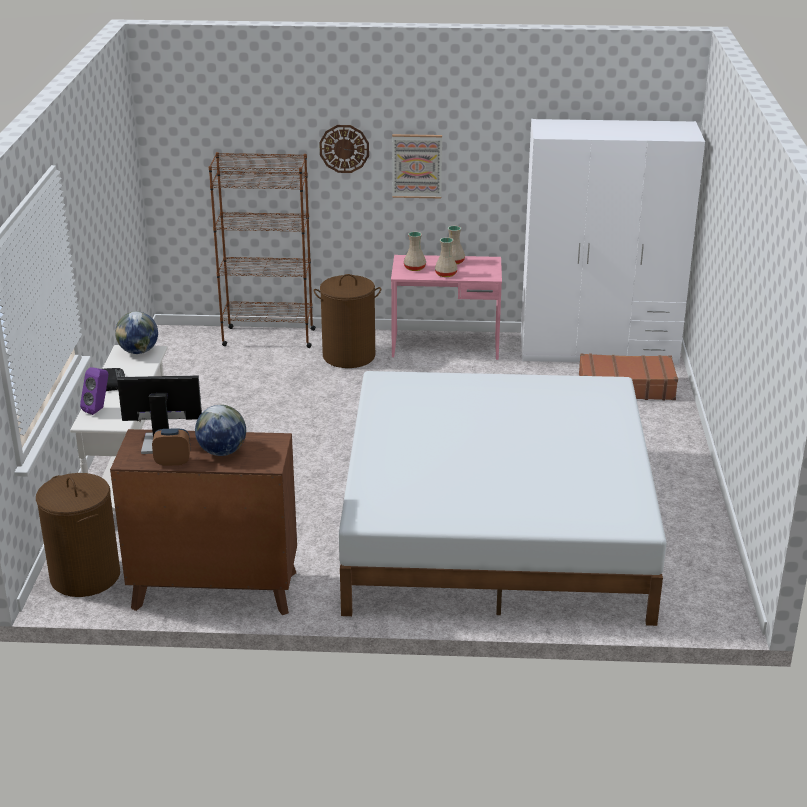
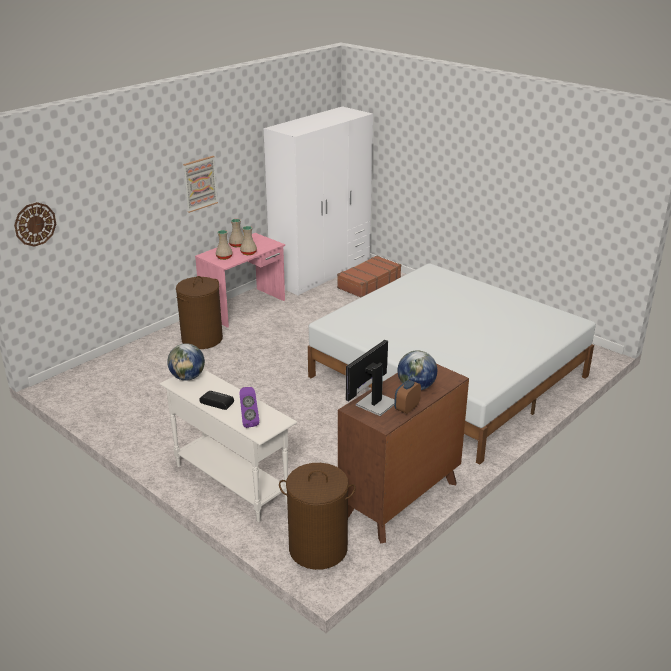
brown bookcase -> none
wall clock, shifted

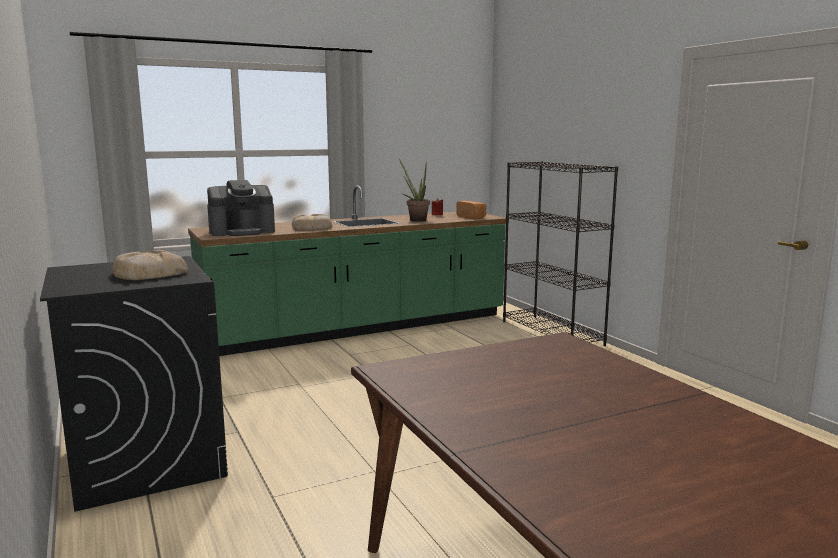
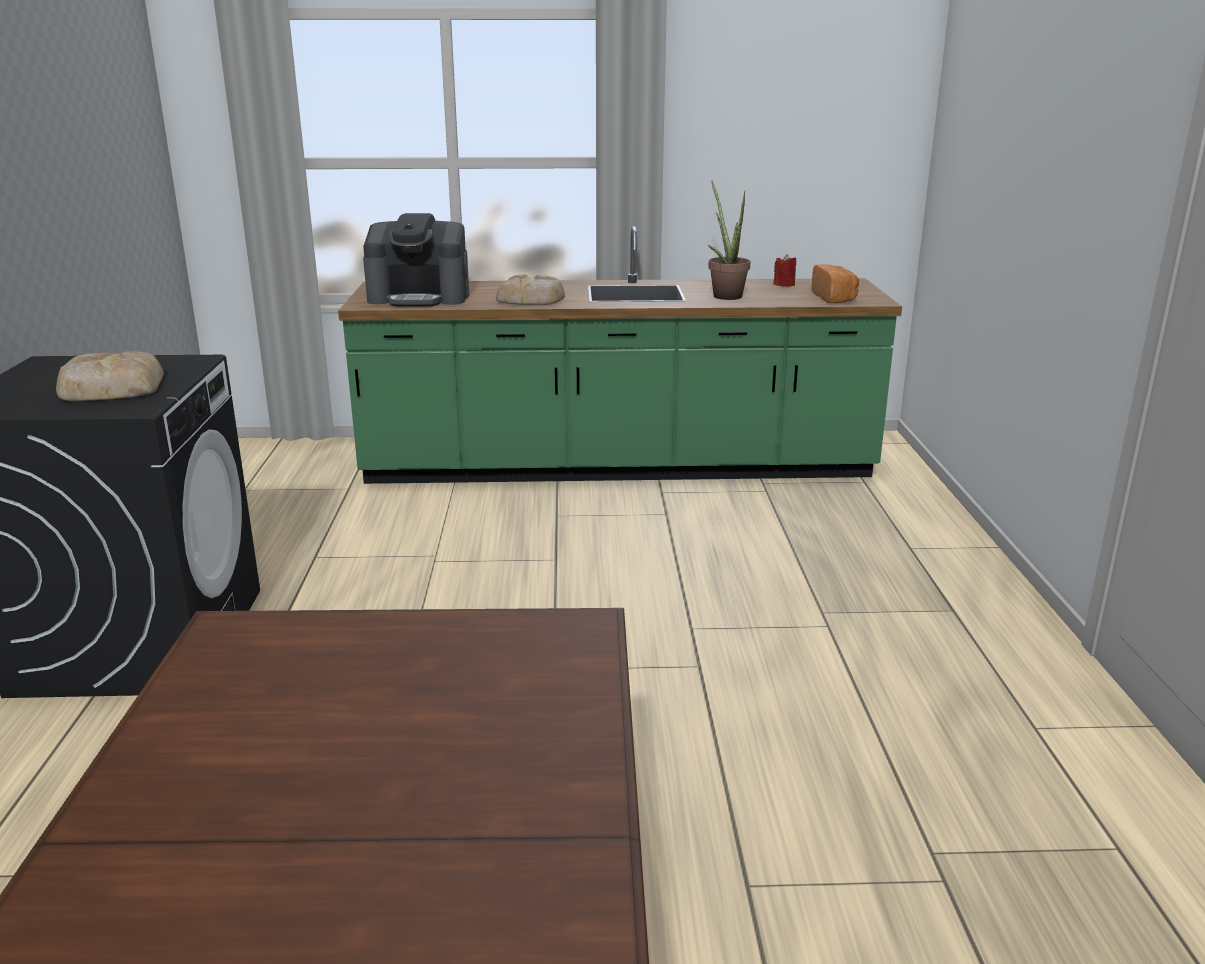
black bookcase -> none

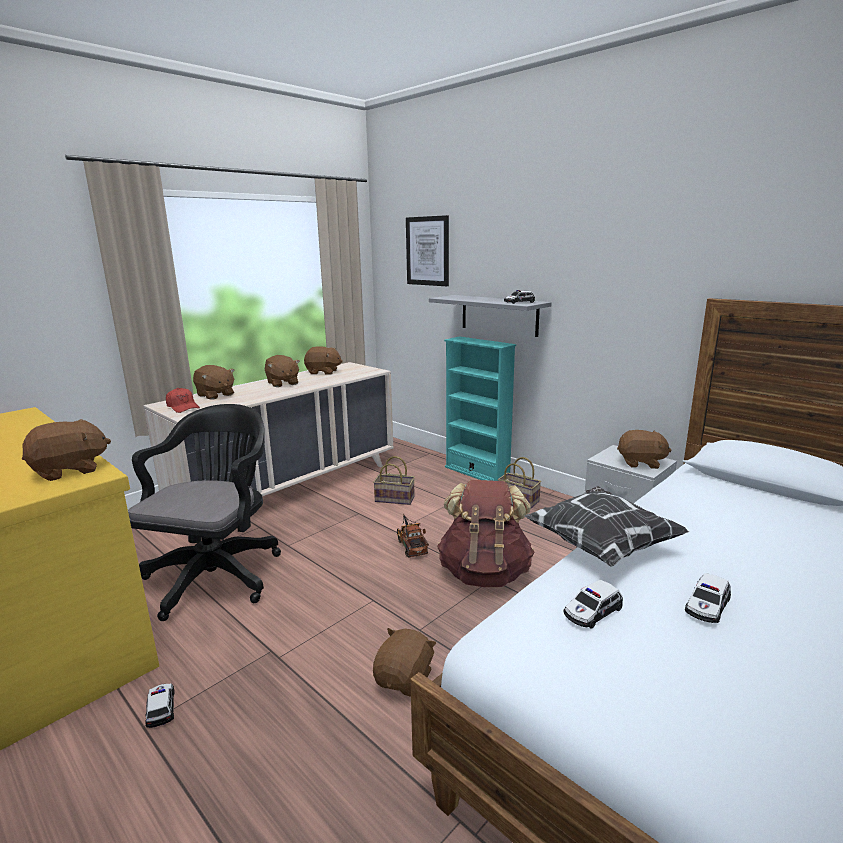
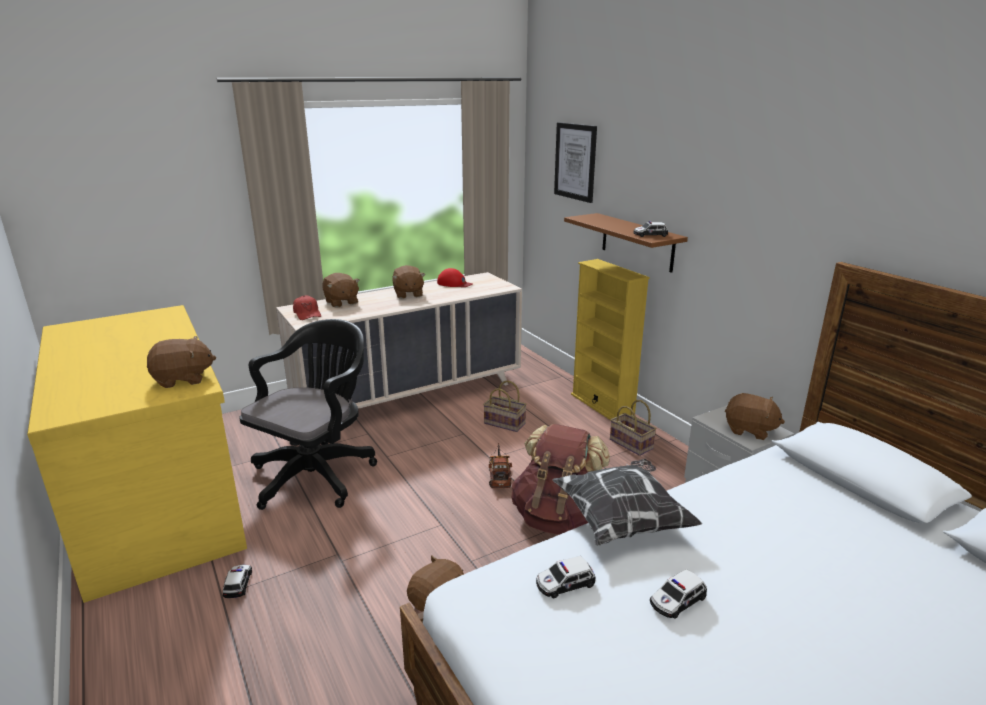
brown plush toy (no. 4 from left) -> red cap (no. 2 from left)
grey shelf -> brown shelf
turquoise bookcase -> yellow bookcase

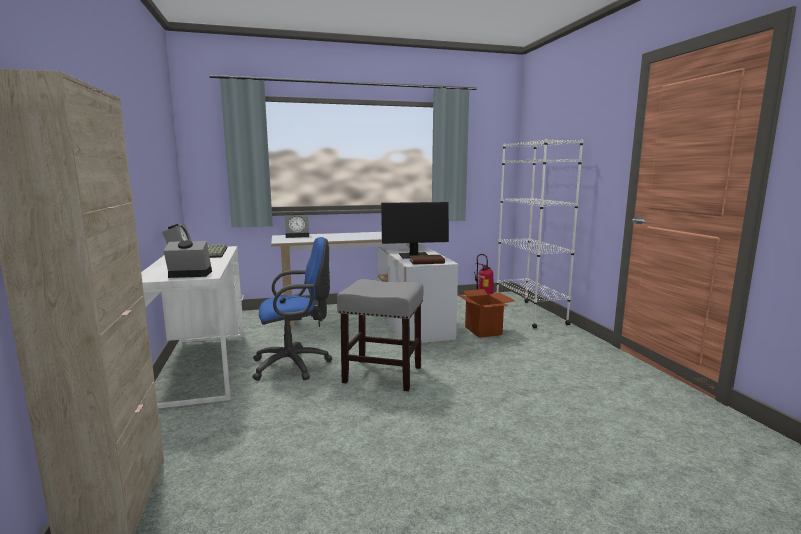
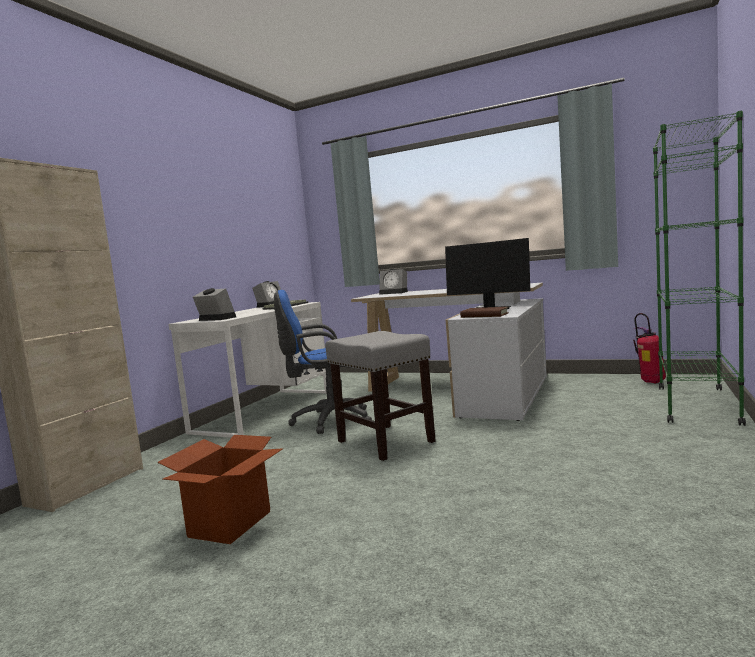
cardboard box, shifted
white bookcase -> green bookcase
blue office chair, 150 degrees clockwise

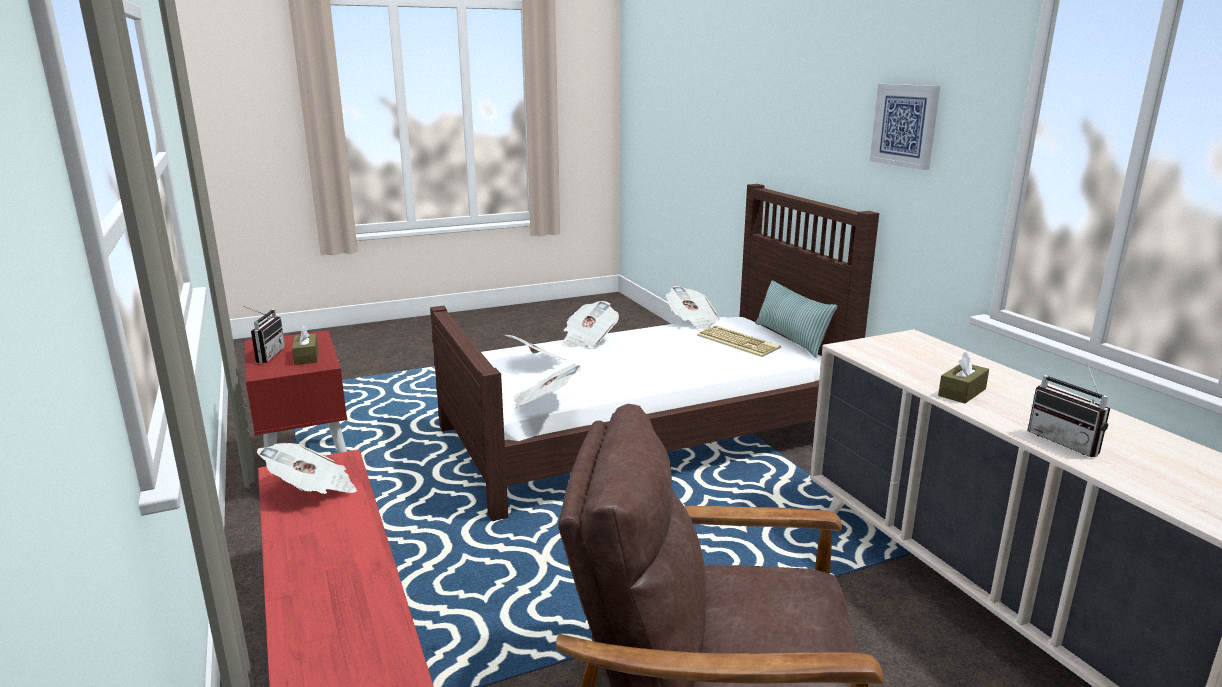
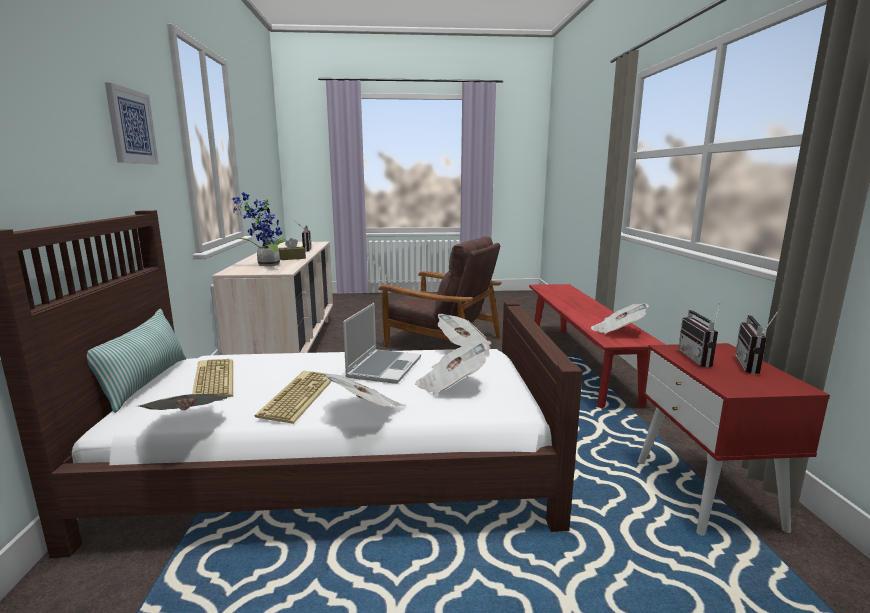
none -> potted plant
none -> keyboard (no. 2 from left)
none -> laptop
brown tissue box (no. 1 from left) -> radio (no. 2 from left)

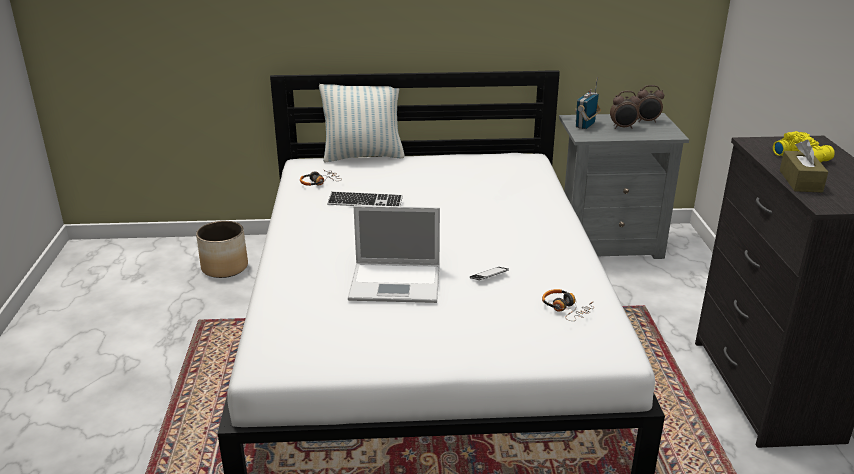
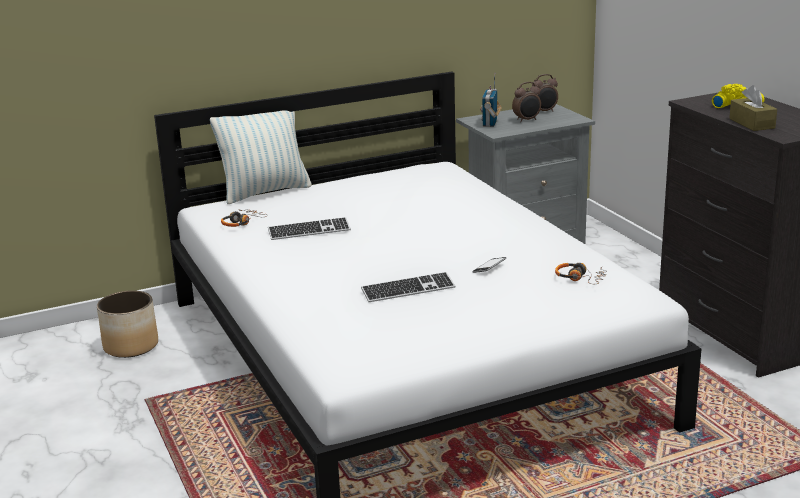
laptop -> keyboard (no. 2 from left)

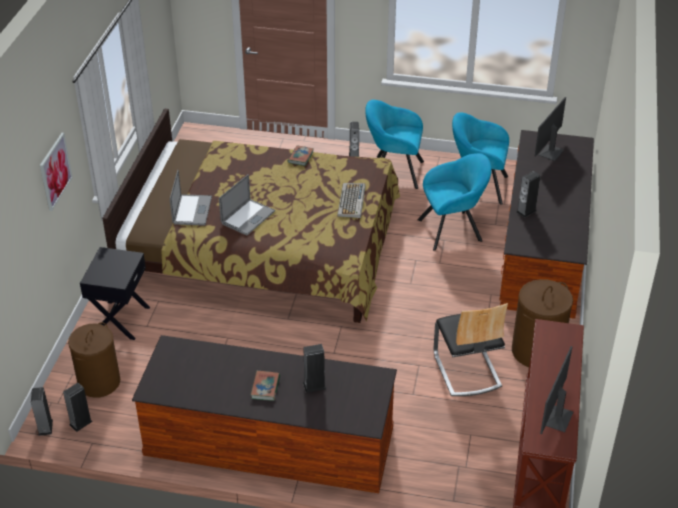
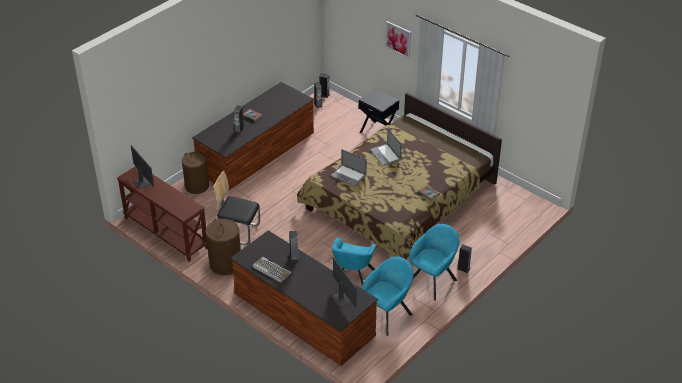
brown laundry basket (no. 1 from left), shifted
laptop (no. 1 from left), shifted
keyboard, shifted

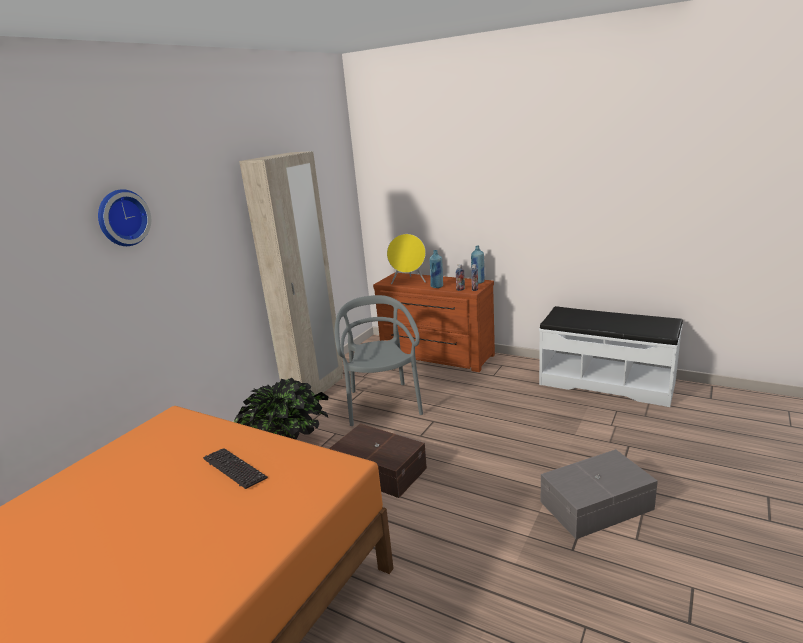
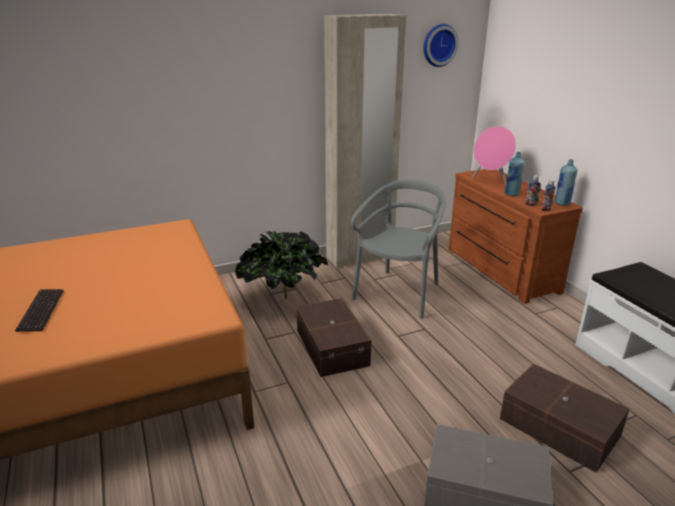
none -> brown storage box (no. 2 from left)
wall clock, shifted
keyboard, shifted
yellow speaker -> pink speaker

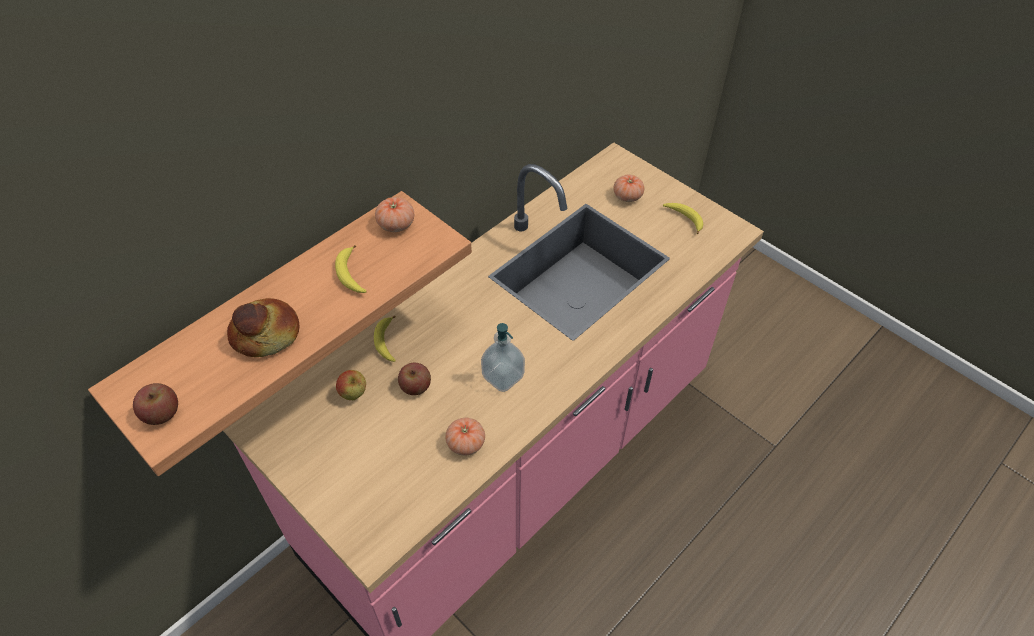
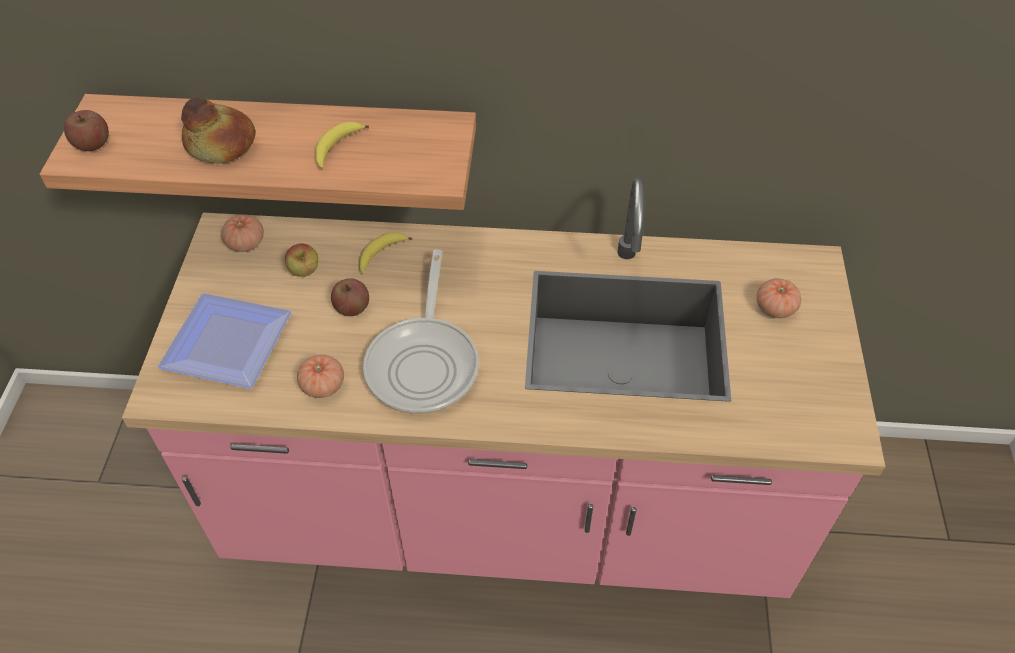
banana (no. 3 from left) -> none
none -> plate
tomato (no. 1 from left), shifted
soap dispenser -> frying pan

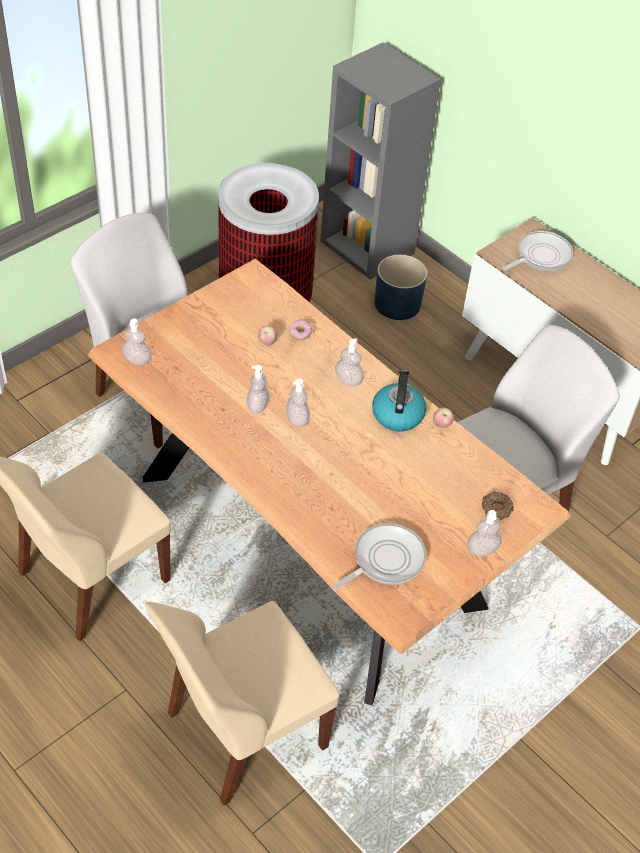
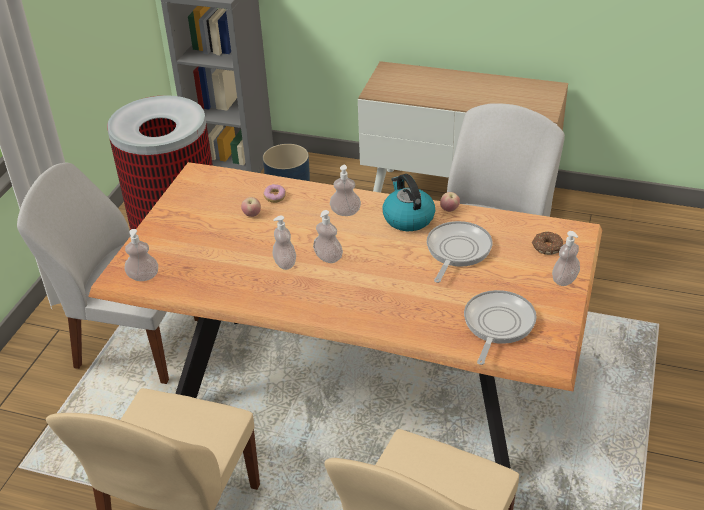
frying pan (no. 2 from left in the first image) -> frying pan (no. 1 from left), shifted

